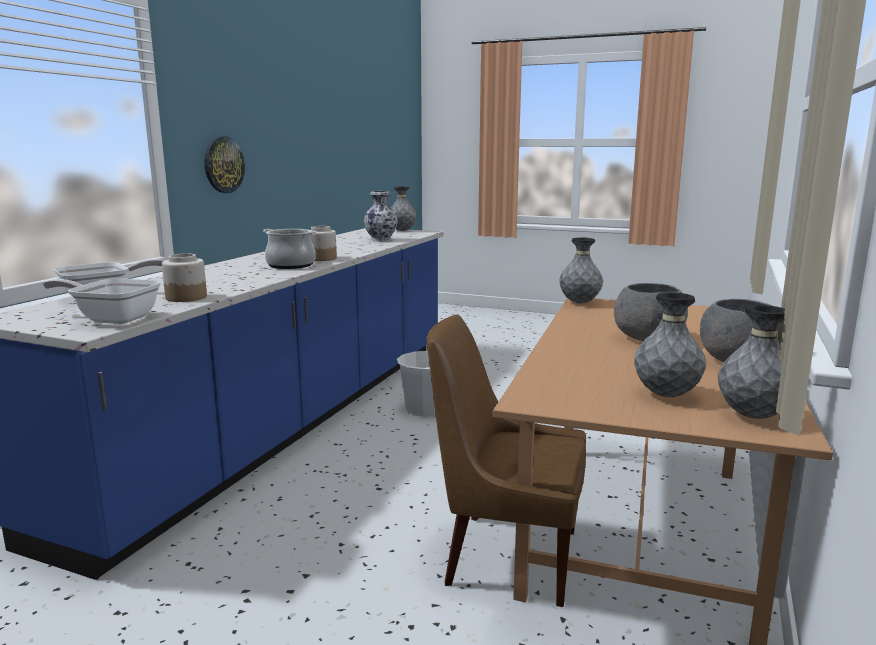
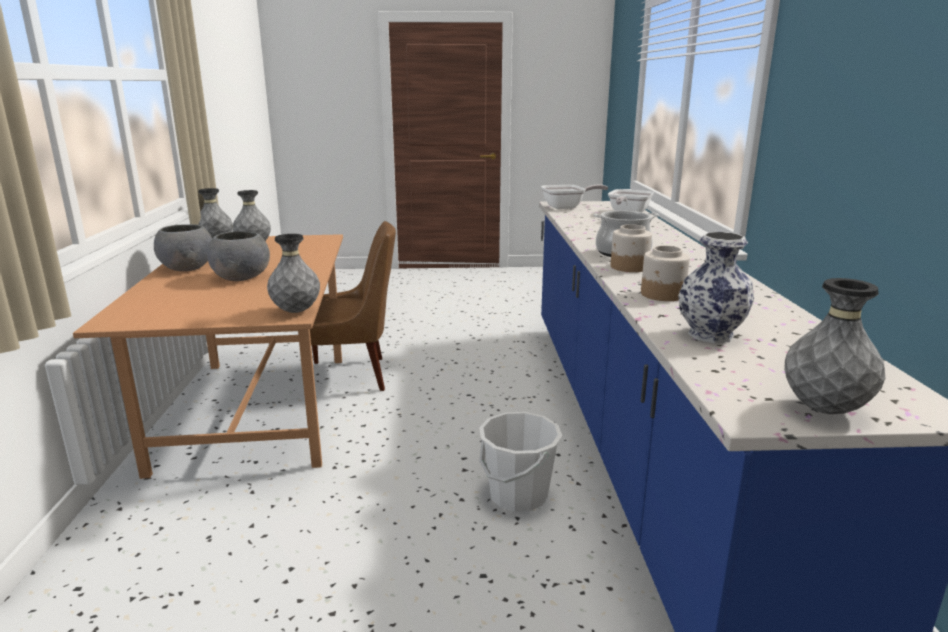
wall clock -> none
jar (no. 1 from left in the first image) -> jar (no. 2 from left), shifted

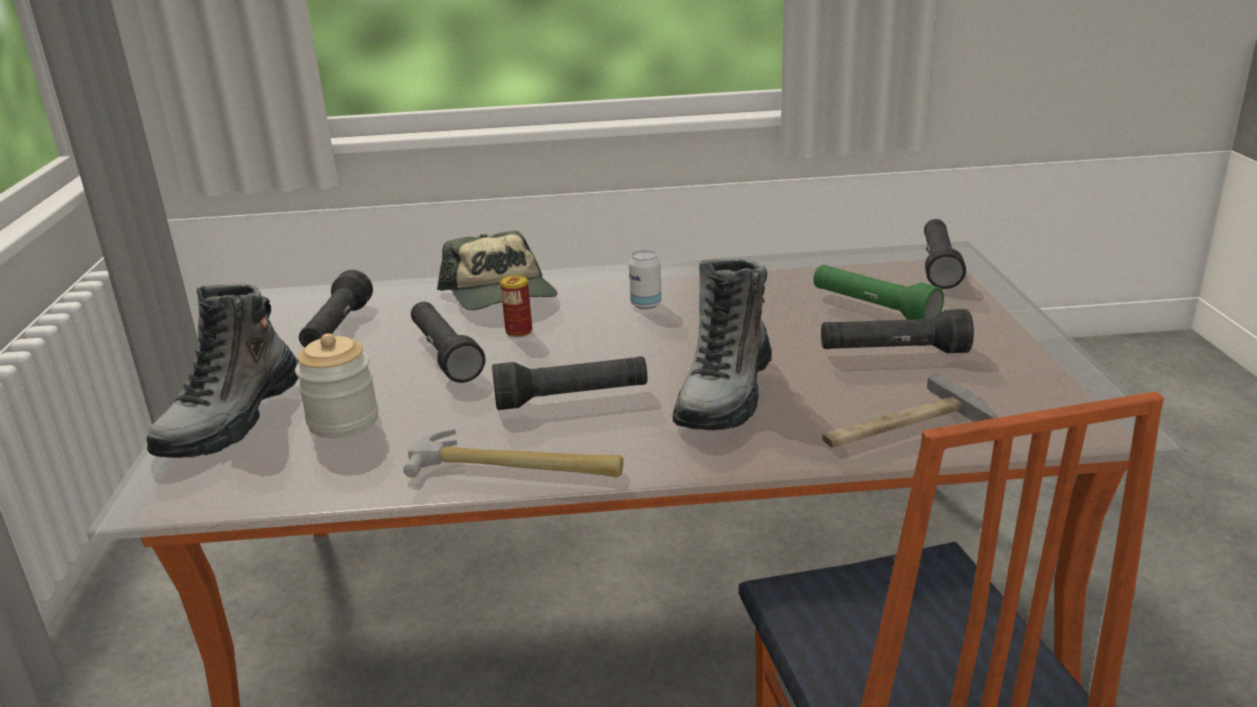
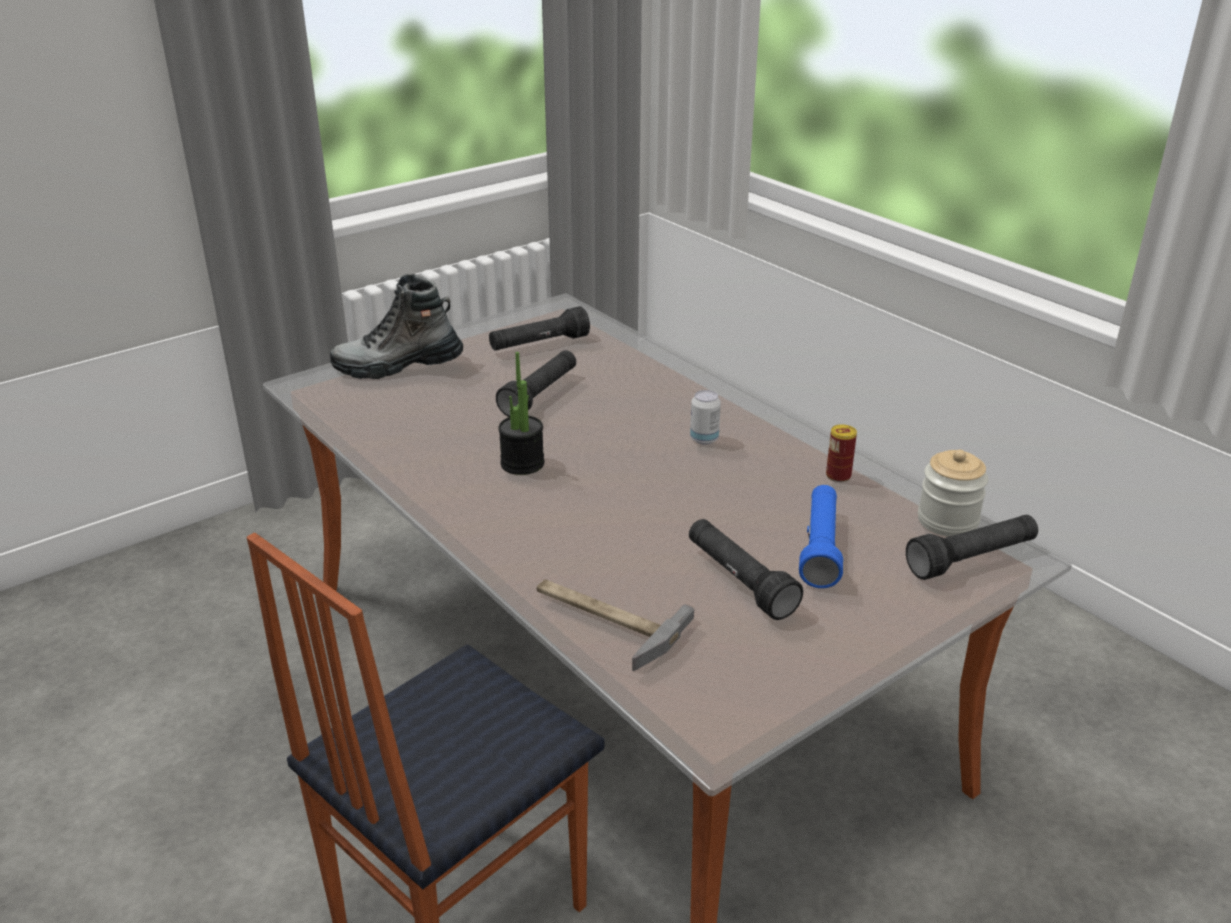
hammer (no. 1 from left) -> none
cap -> none
boot (no. 2 from left) -> none
jar, shifted
can (no. 1 from left in the first image) -> can (no. 2 from left), shifted
black flashlight (no. 3 from left) -> potted plant
green flashlight -> blue flashlight

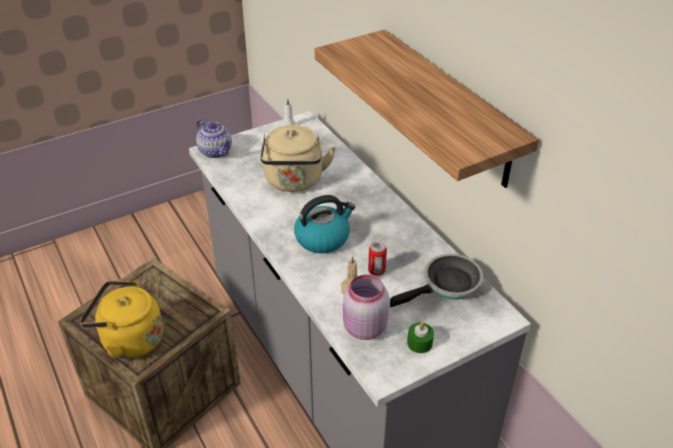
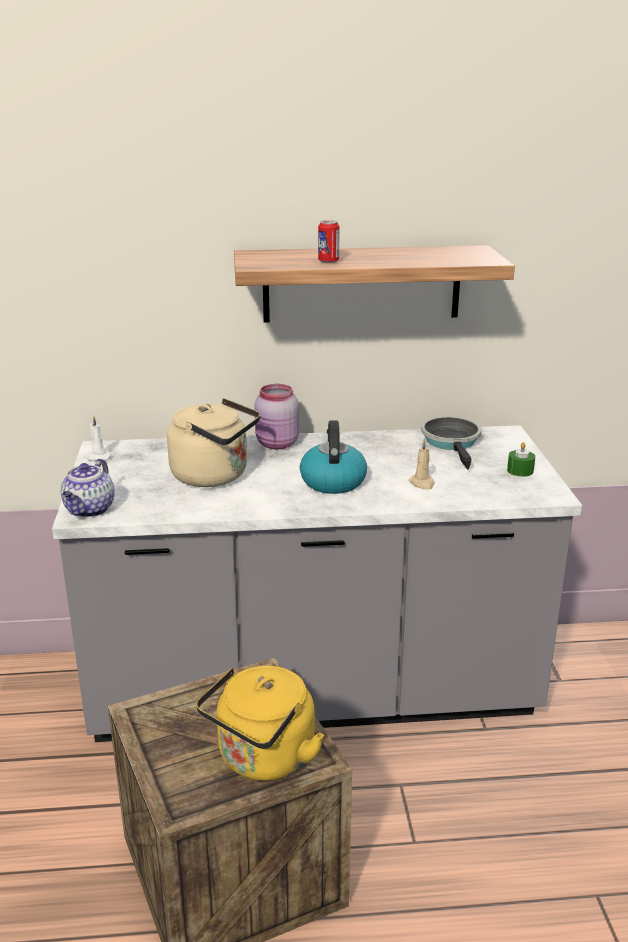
pink jar, shifted
can, shifted
teapot, 120 degrees clockwise

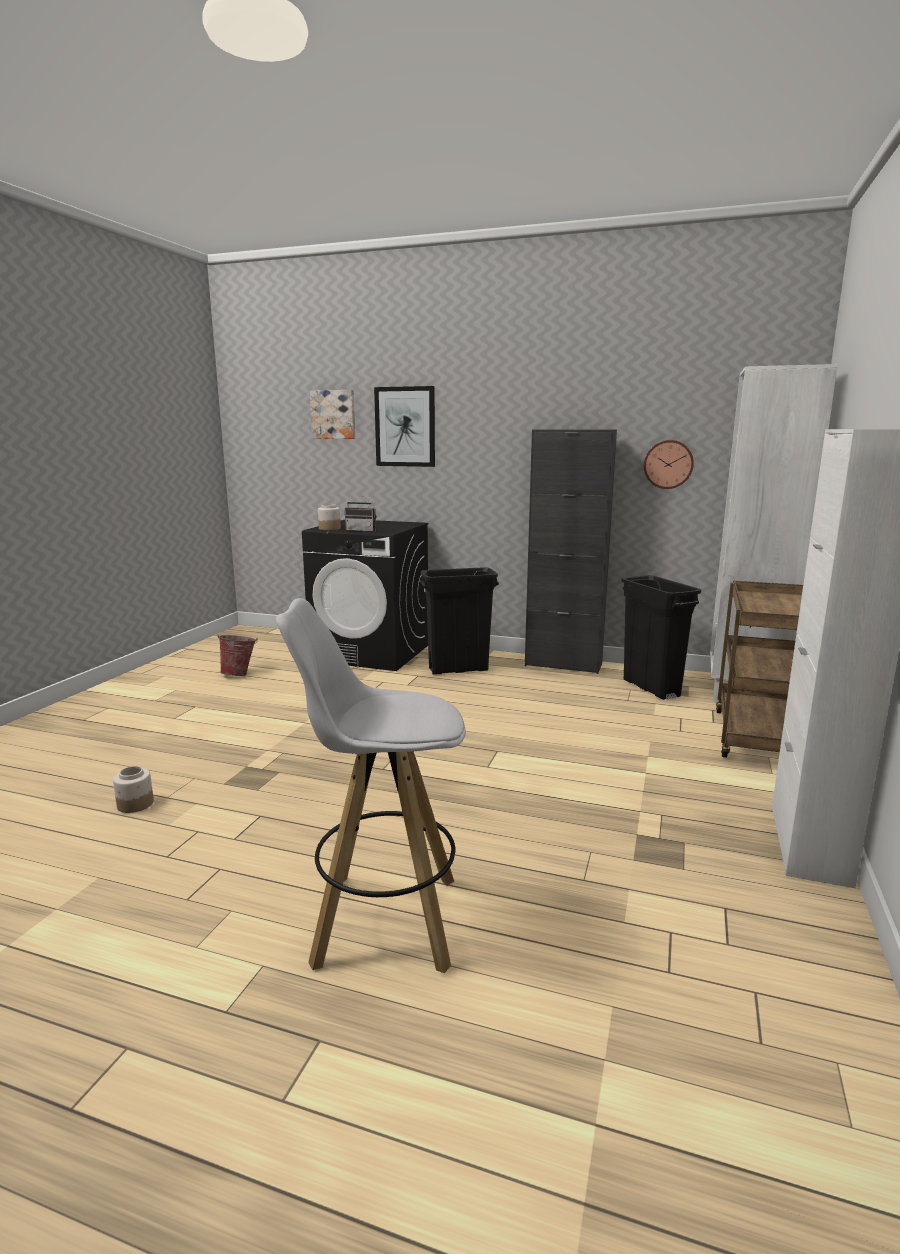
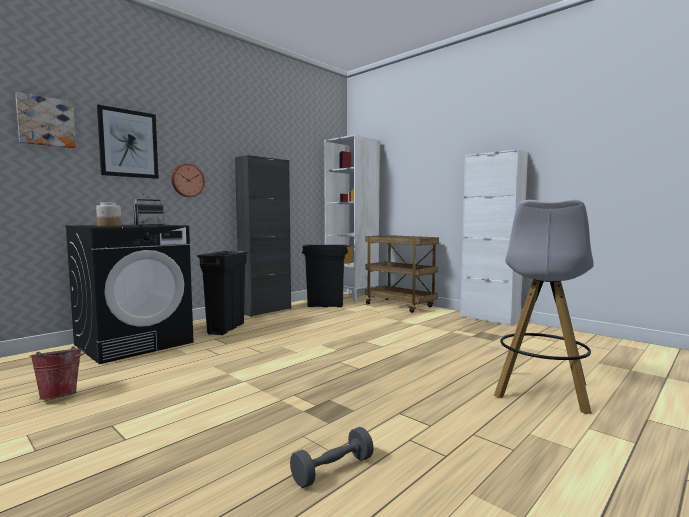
wall clock, shifted
jar (no. 1 from left) -> grey dumbbell

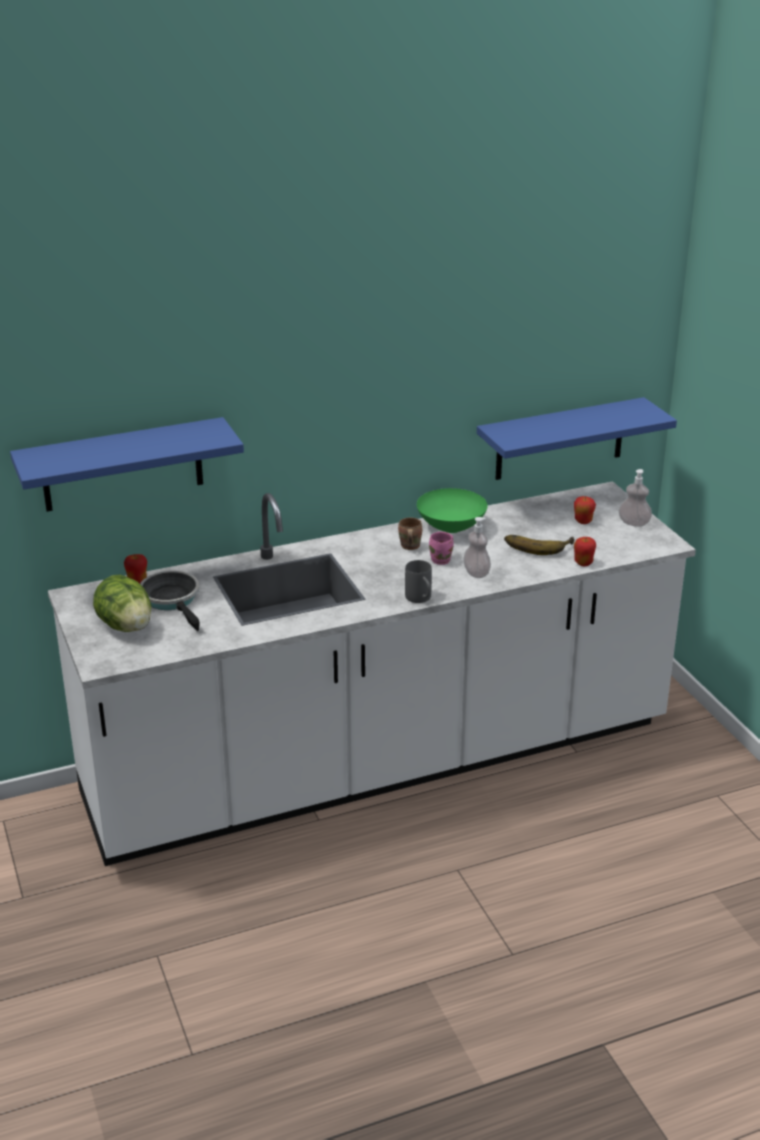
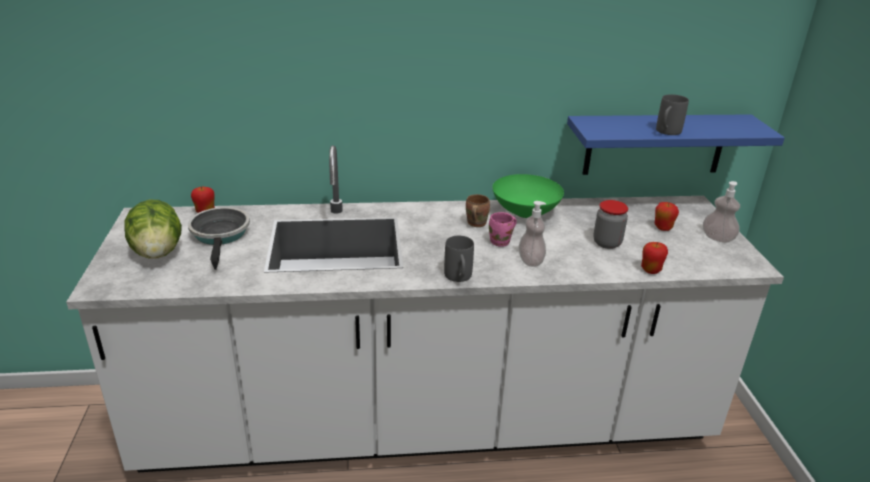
blue shelf (no. 1 from left) -> none
none -> grey mug (no. 2 from left)
banana -> jar

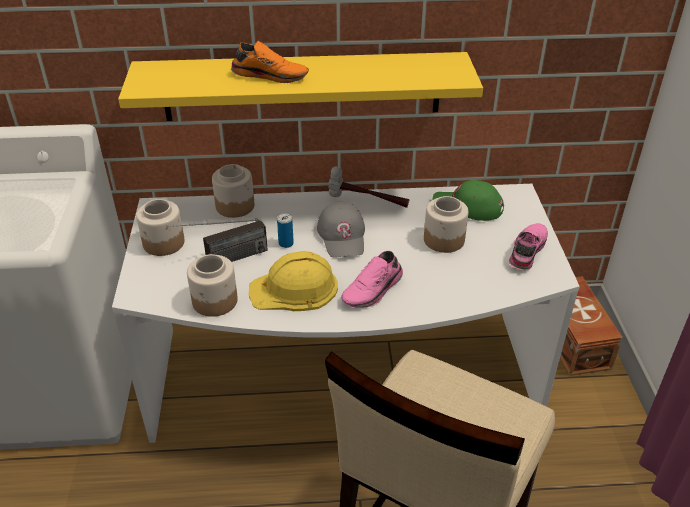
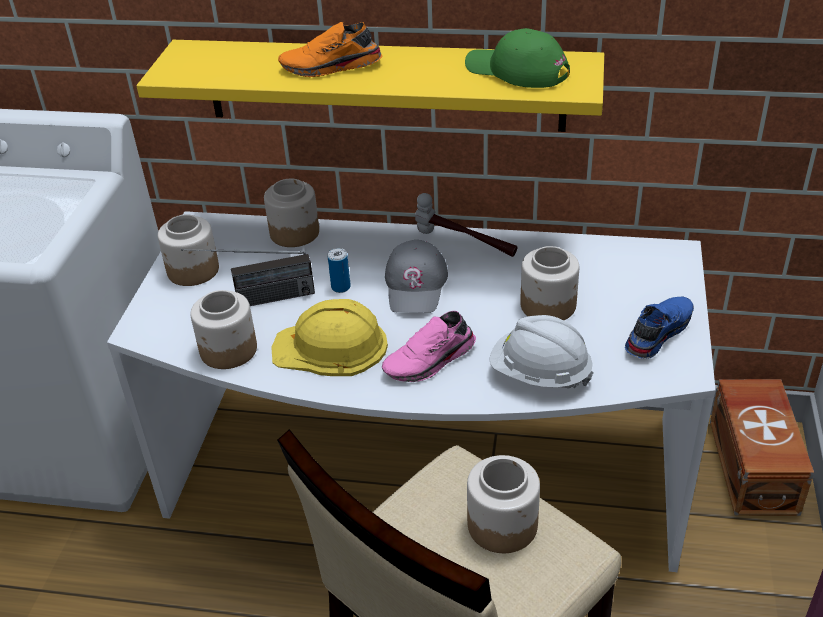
none -> jar (no. 4 from left)
none -> white hard hat
green cap, shifted
pink shoe (no. 2 from left) -> blue shoe
orange shoe, 150 degrees clockwise

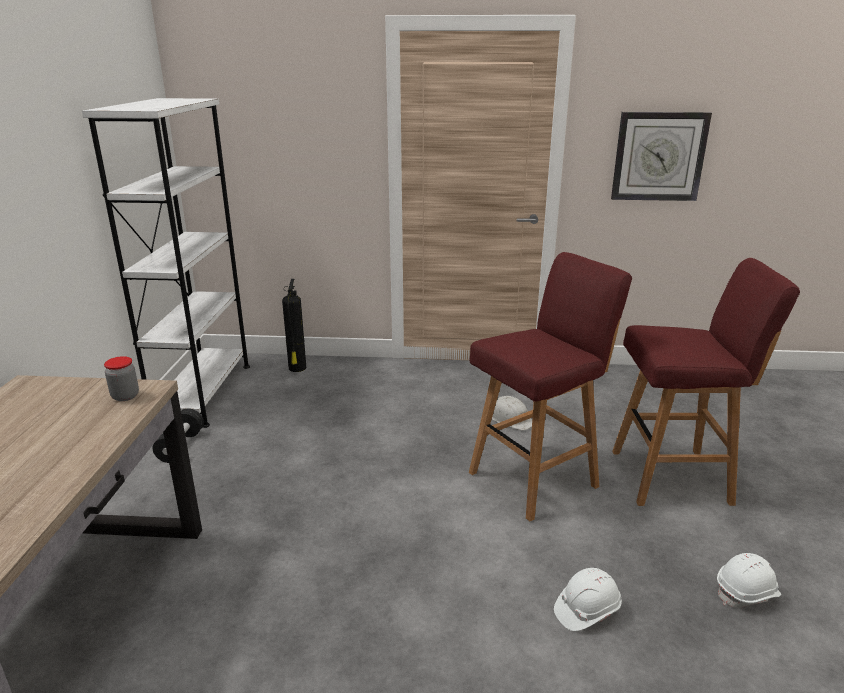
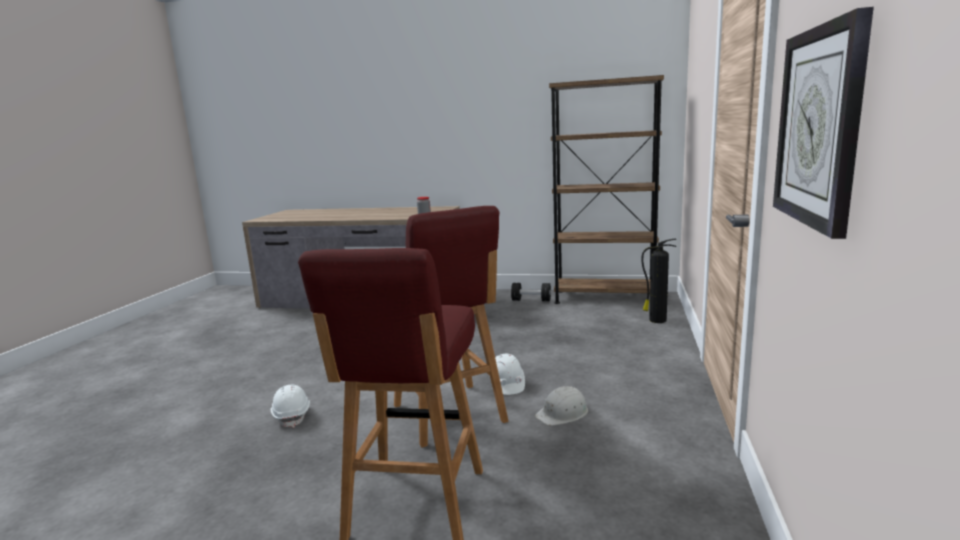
white hard hat (no. 3 from left in the first image) -> white hard hat (no. 2 from left), shifted
white bookcase -> brown bookcase

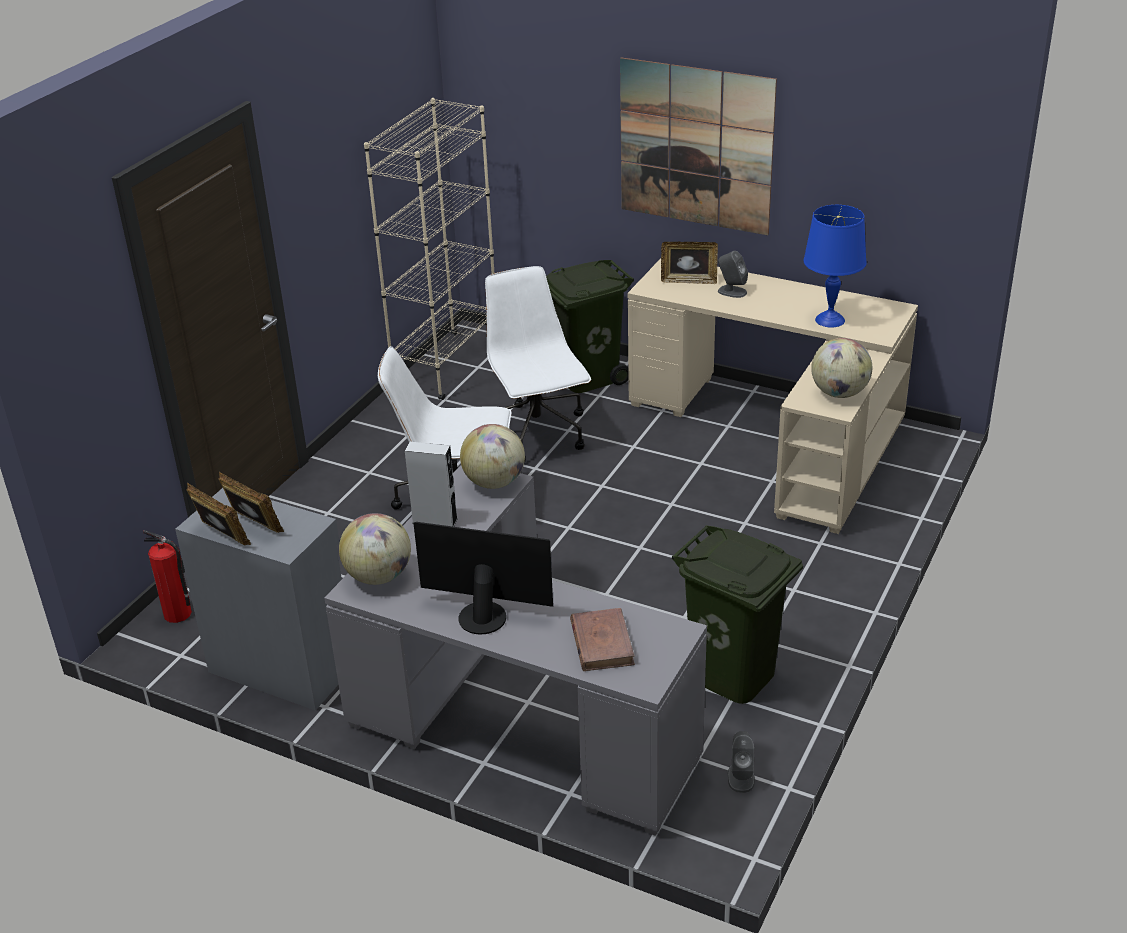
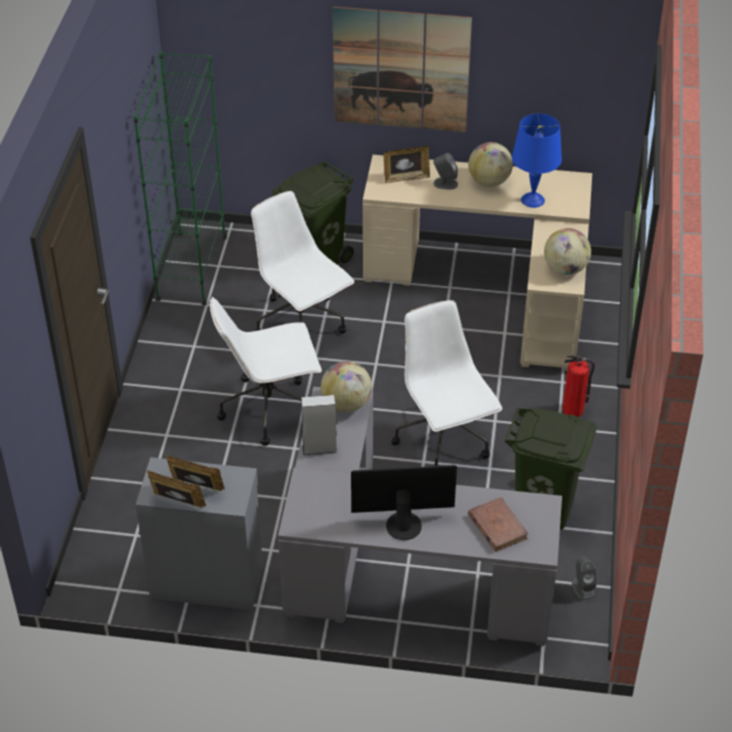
none -> white office chair (no. 3 from left)
fire extinguisher, shifted
globe (no. 1 from left in the first image) -> globe (no. 2 from left), shifted
beige bookcase -> green bookcase

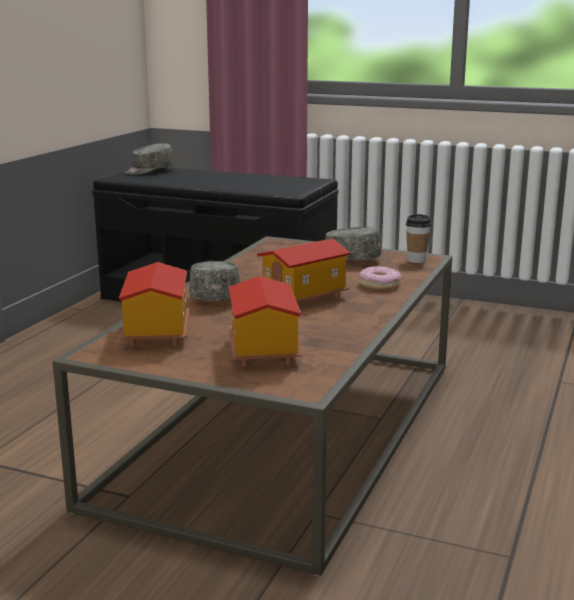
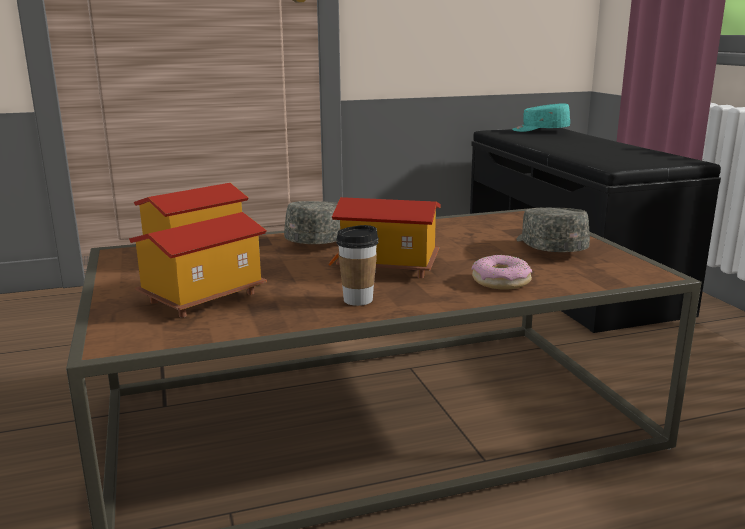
cup, shifted
grey cap (no. 1 from left) -> turquoise cap

